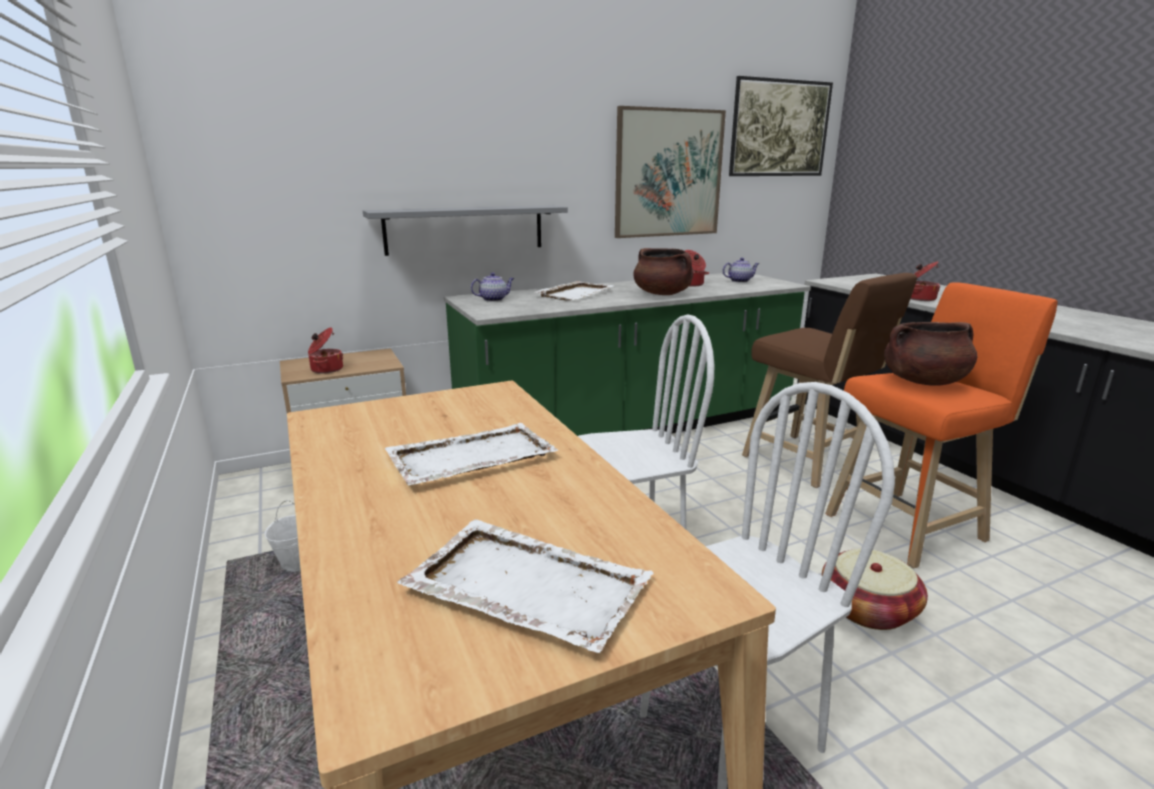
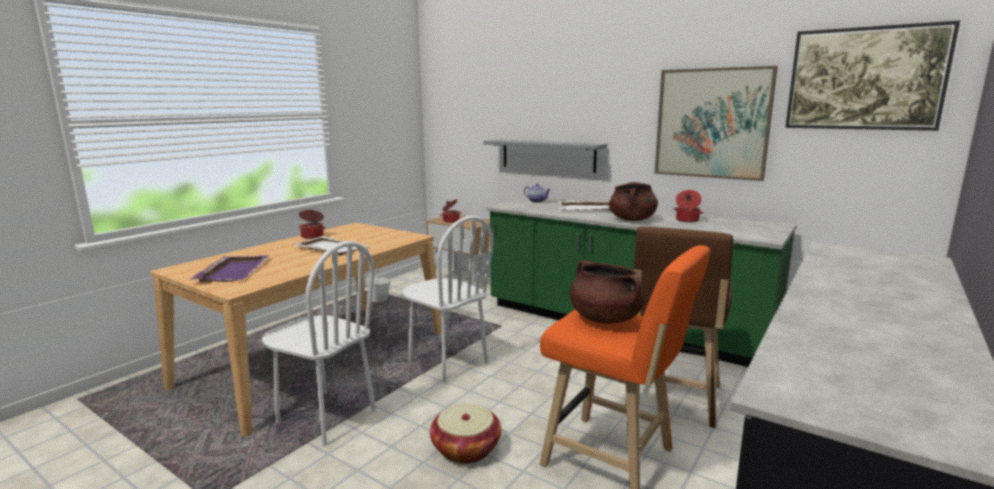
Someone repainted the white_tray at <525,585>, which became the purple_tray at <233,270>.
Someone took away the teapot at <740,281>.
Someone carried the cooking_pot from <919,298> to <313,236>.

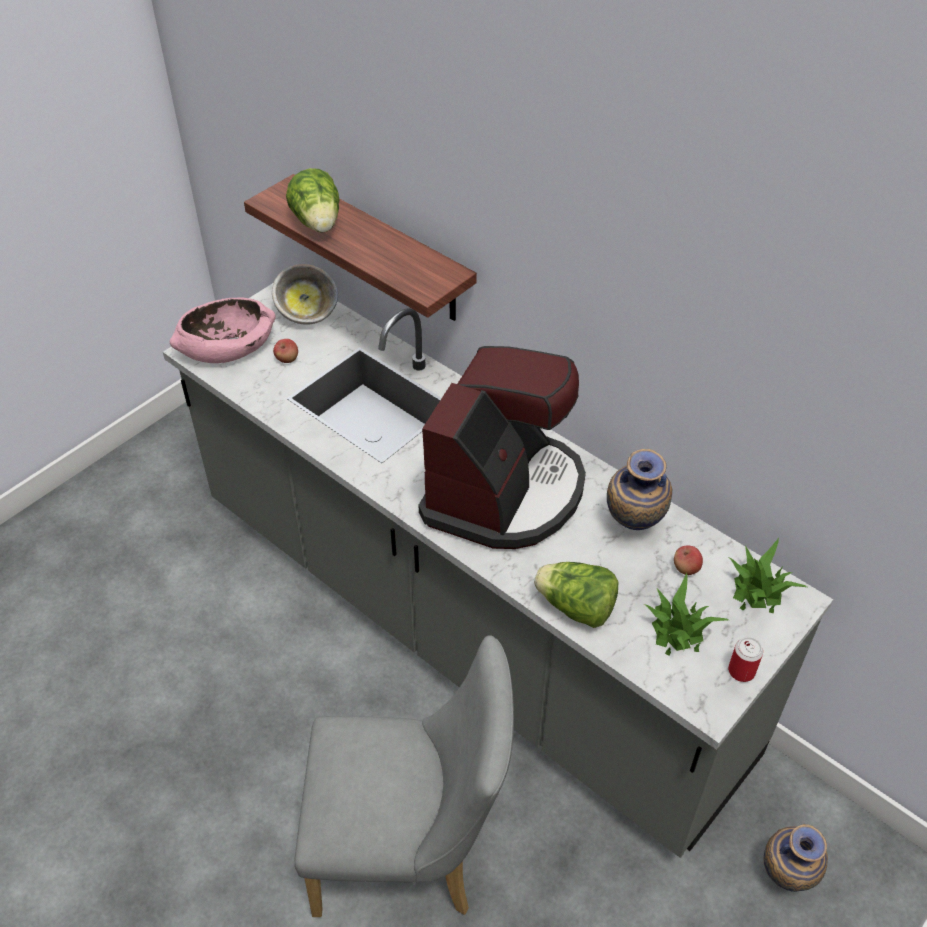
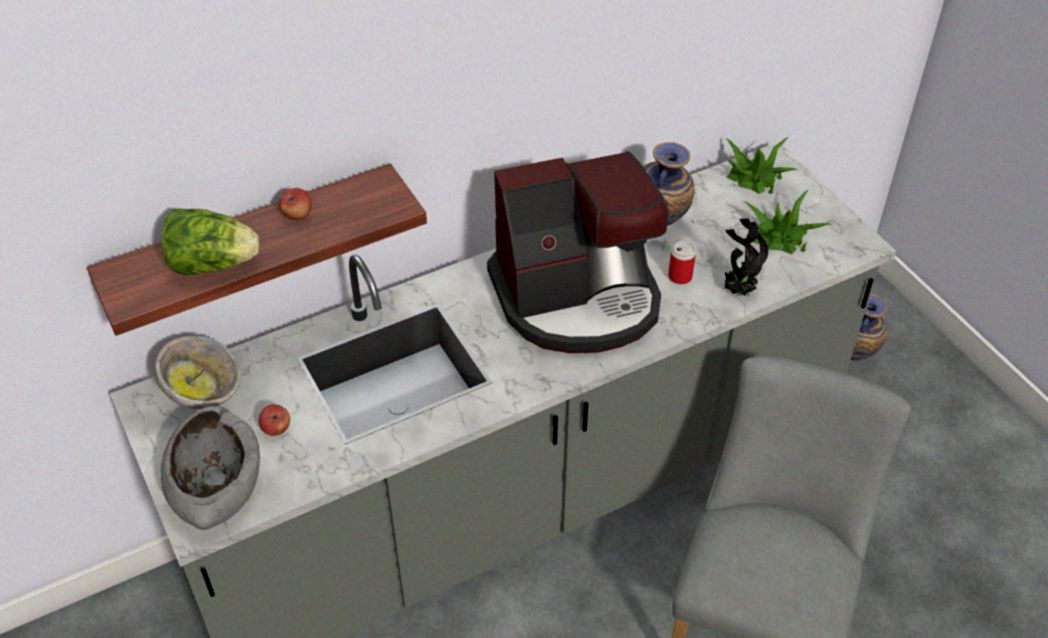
Someone repainted the pink_bowl at <227,347>, which became the grey_bowl at <216,485>.
Someone rotated the coffee_machine at <504,492> by 120 degrees clockwise.
Someone swapped the lettuce at <576,608> for the potted_plant at <737,291>.
Someone carried the apple from <686,568> to <297,215>.
Someone carried the can from <741,671> to <680,276>.

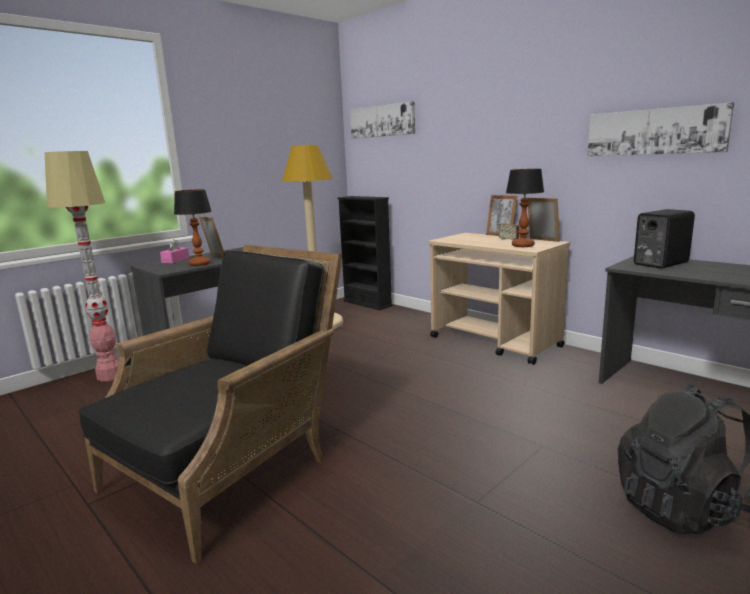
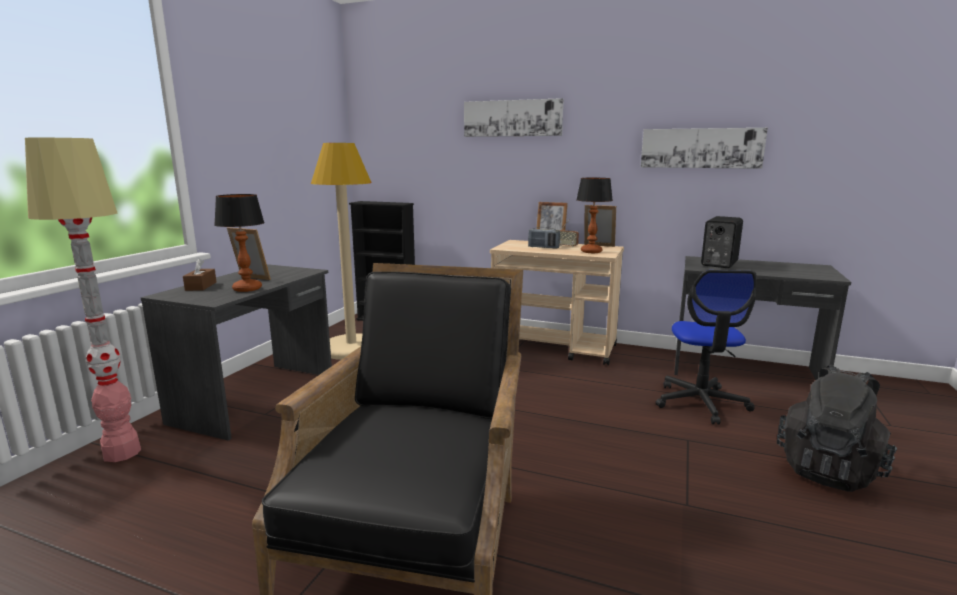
Someone repainted the pink_tissue_box at <175,260>, which became the brown_tissue_box at <201,286>.
Someone carried the picture from <382,121> to <512,118>.
Someone put down the radio at <543,247>.
Someone put down the office_chair at <701,403>.

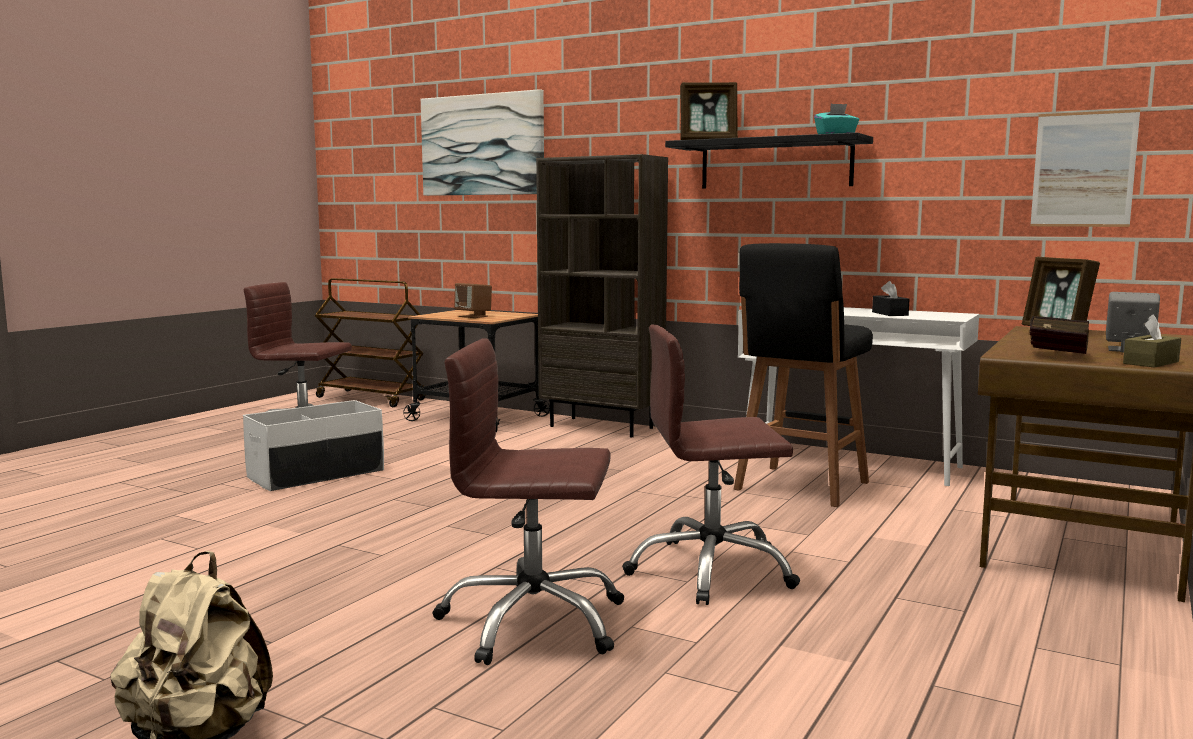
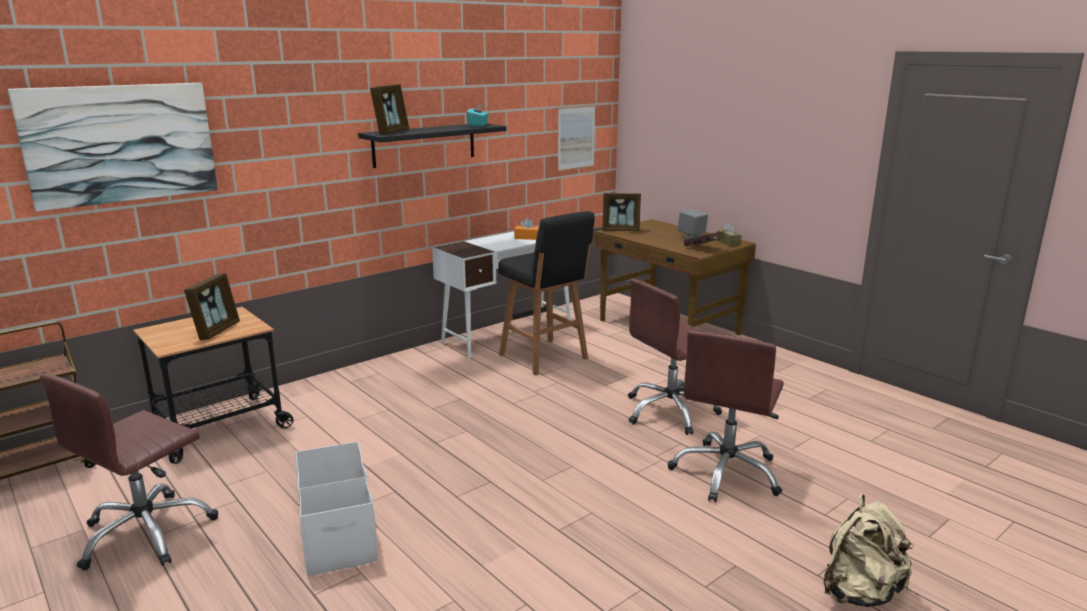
Someone swapped the brown_speaker at <474,316> for the picture_frame at <217,330>.
Someone took away the brown_bookcase at <602,427>.
Someone rotated the brown_office_chair at <711,571> by 45 degrees clockwise.
Someone repainted the black_tissue_box at <890,314>, which became the orange_tissue_box at <527,237>.

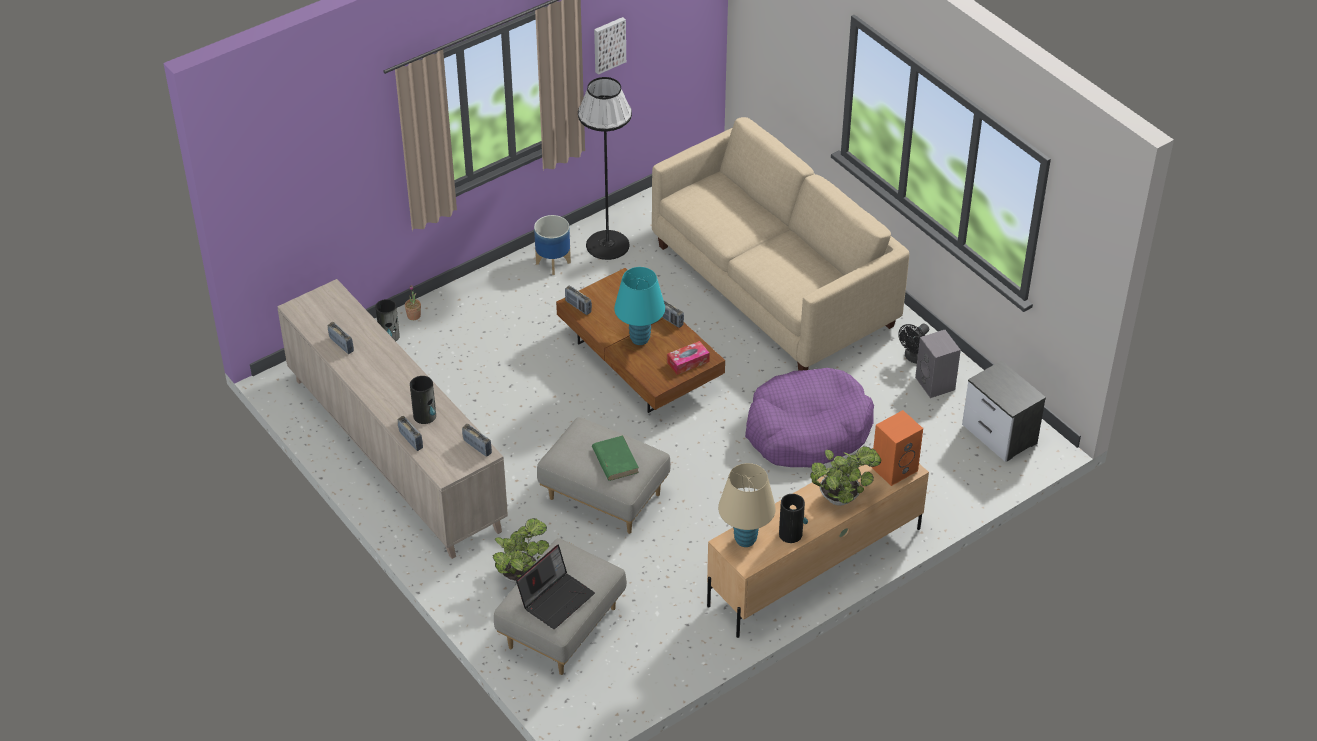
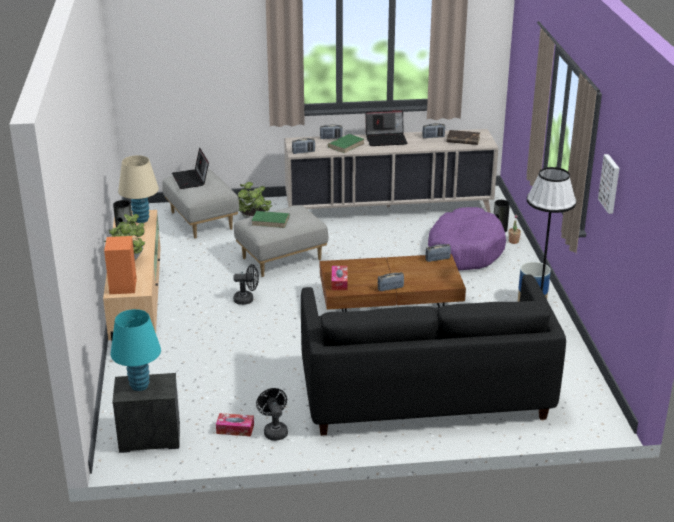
Someone swapped the vase at <425,416> for the green_book at <346,145>.
Someone carried the turquoise_table_lamp from <639,339> to <139,386>.
Someone repainted the beige_sofa at <774,285>, which became the black_sofa at <424,393>.
Someone carried the purple_dog_bed from <807,430> to <464,250>.
Someone swapped the grey_speaker at <936,384> for the tissue_box at <235,429>.
Someone put down the black_fan at <247,299>.
Someone put down the laptop at <386,139>.
Someone put down the brown_book at <462,139>.

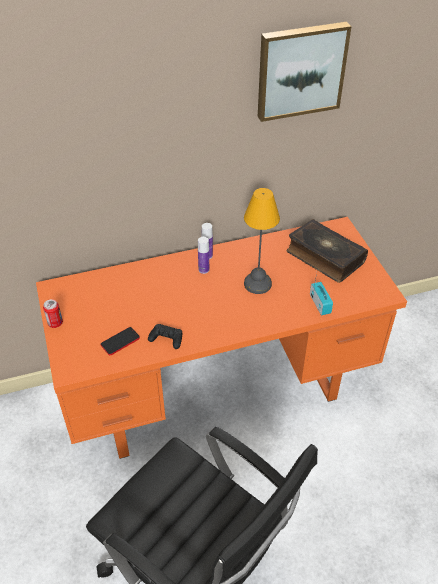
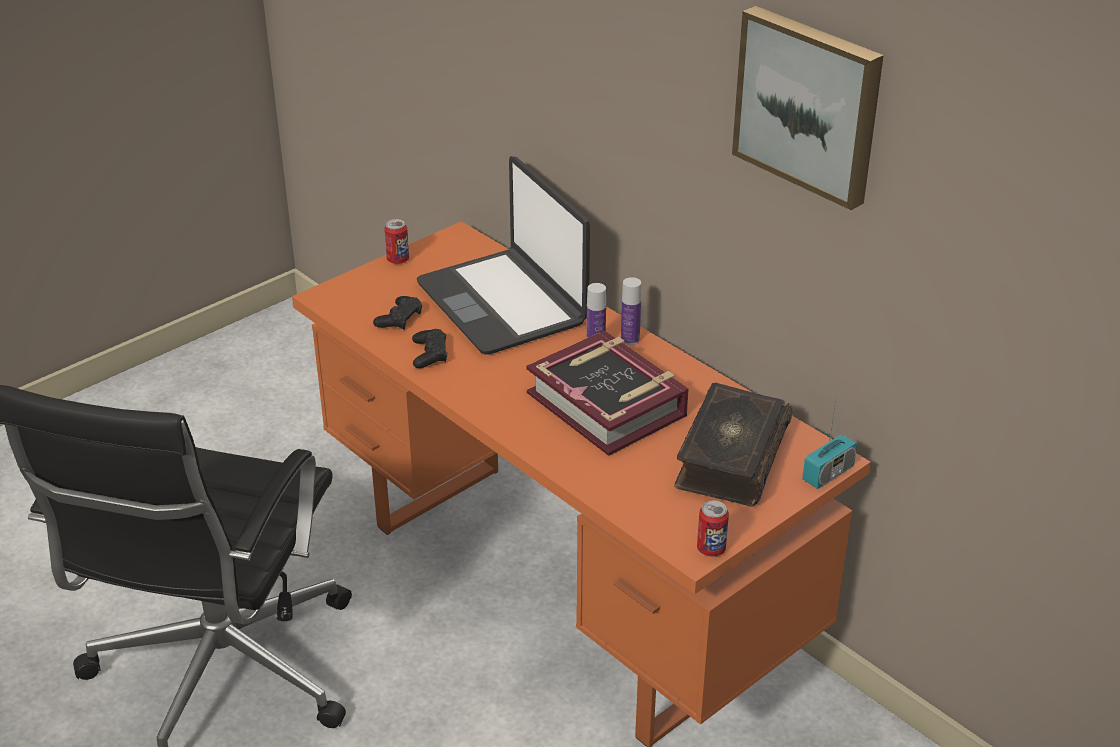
Someone swapped the phone at <120,341> for the black_game_controller at <399,318>.
Someone swapped the table_lamp at <258,283> for the book at <607,404>.
Someone carried the radio from <320,304> to <828,473>.
Someone put down the laptop at <503,303>.
Someone put down the can at <711,549>.

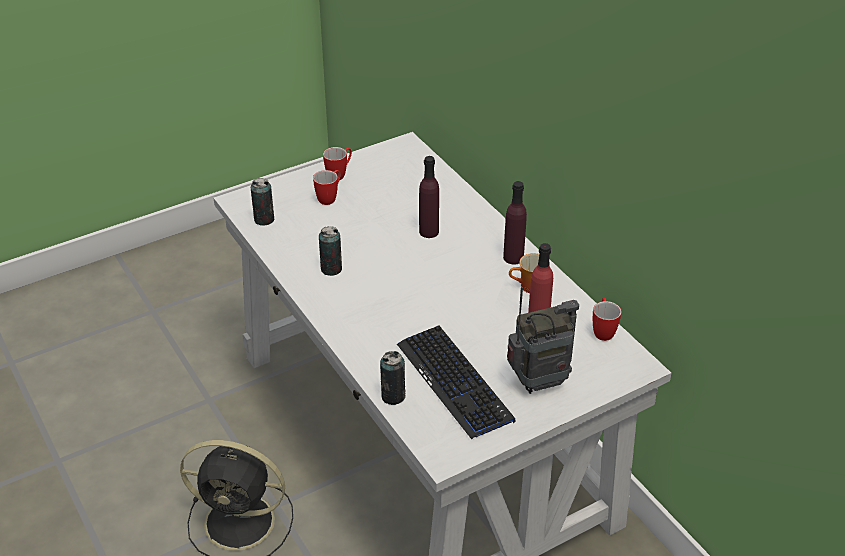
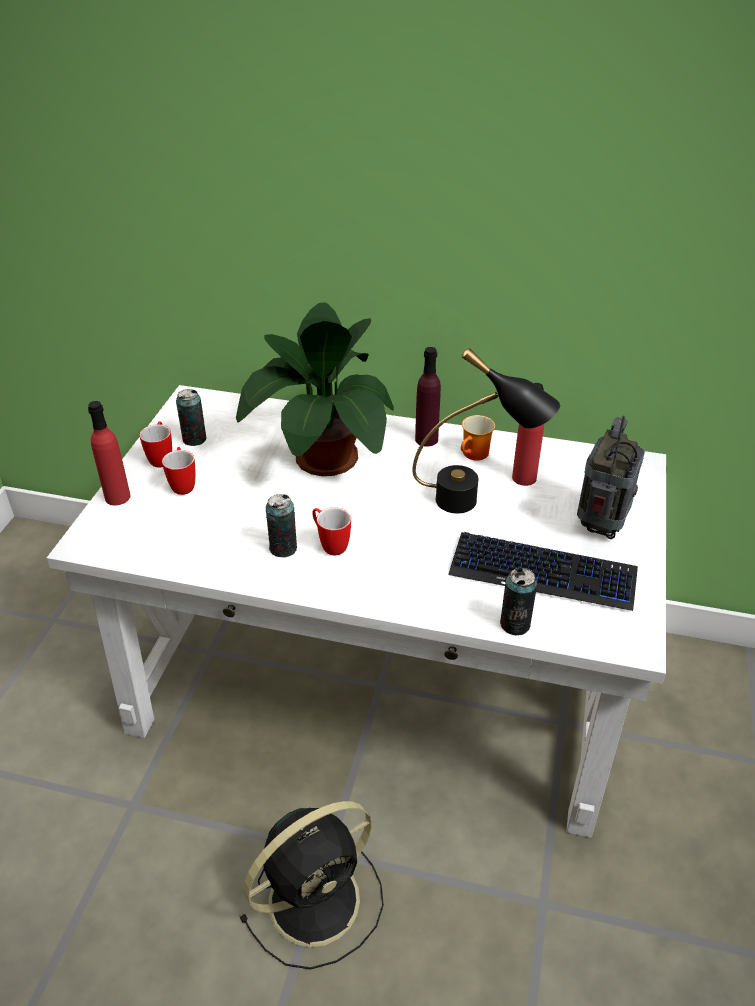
Someone carried the can from <264,219> to <194,439>.
Someone swapped the purple_bottle at <429,232> for the potted_plant at <324,460>.
Someone carried the mug from <603,330> to <330,544>.
Someone put down the red_bottle at <117,497>.
Someone put down the black_table_lamp at <476,503>.

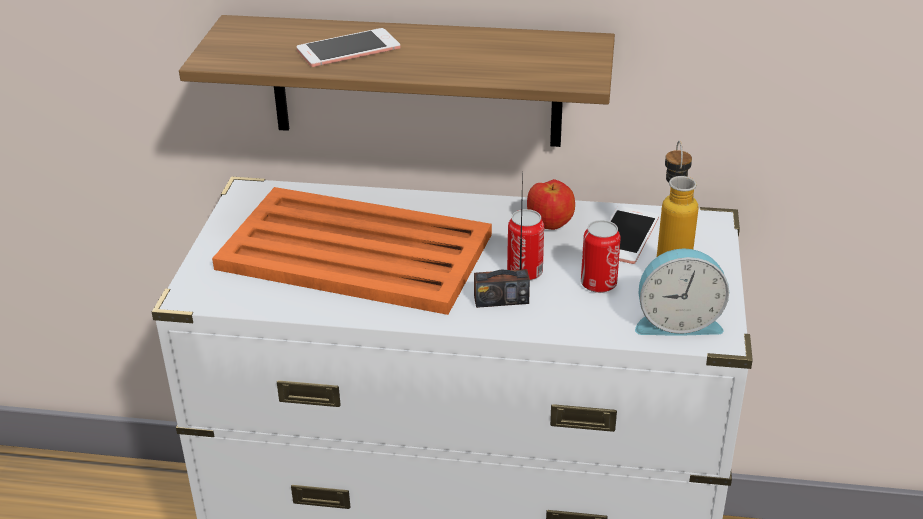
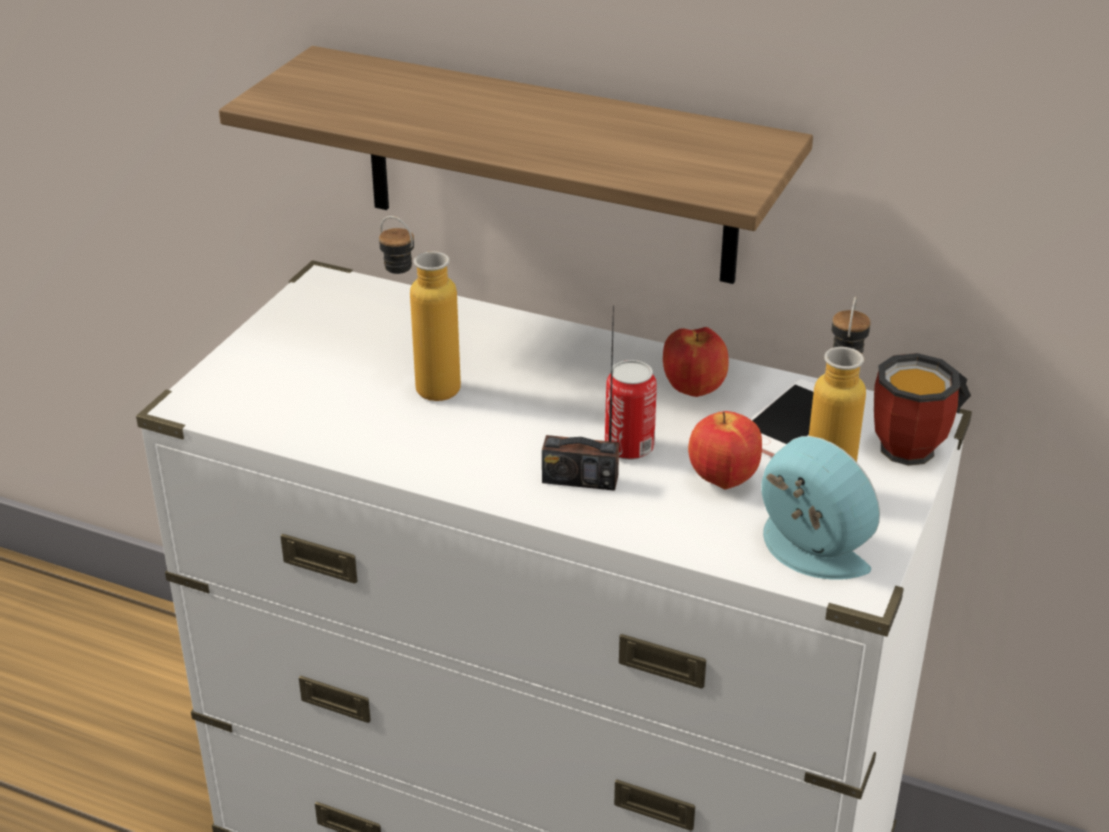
Someone swapped the orange_tray at <357,253> for the bottle at <423,384>.
Someone took away the phone at <348,49>.
Someone swapped the can at <598,284> for the apple at <722,481>.
Someone rotated the alarm_clock at <677,322> by 150 degrees counterclockwise.
Someone put down the mug at <919,448>.

